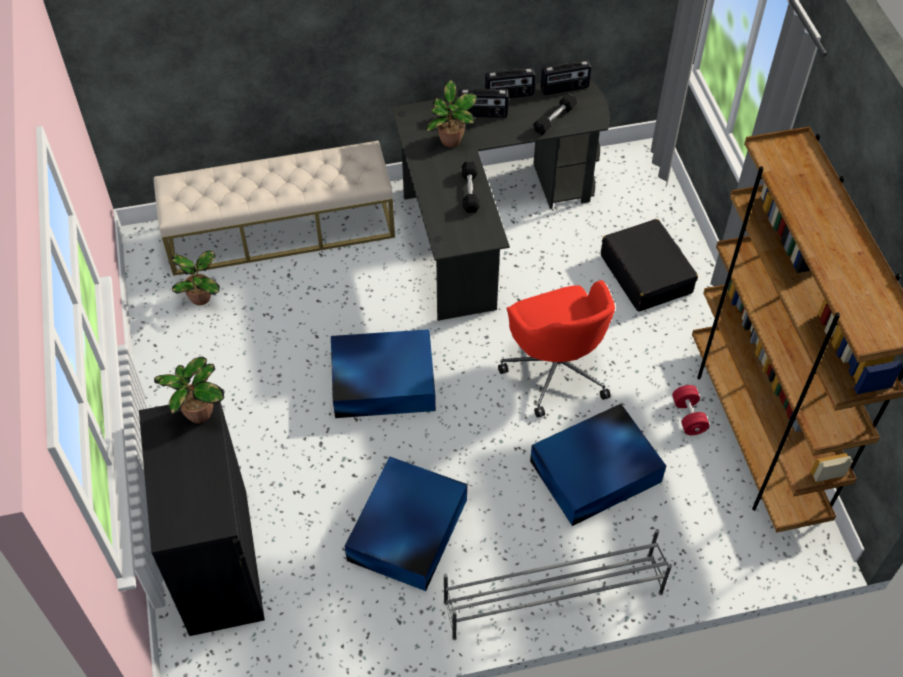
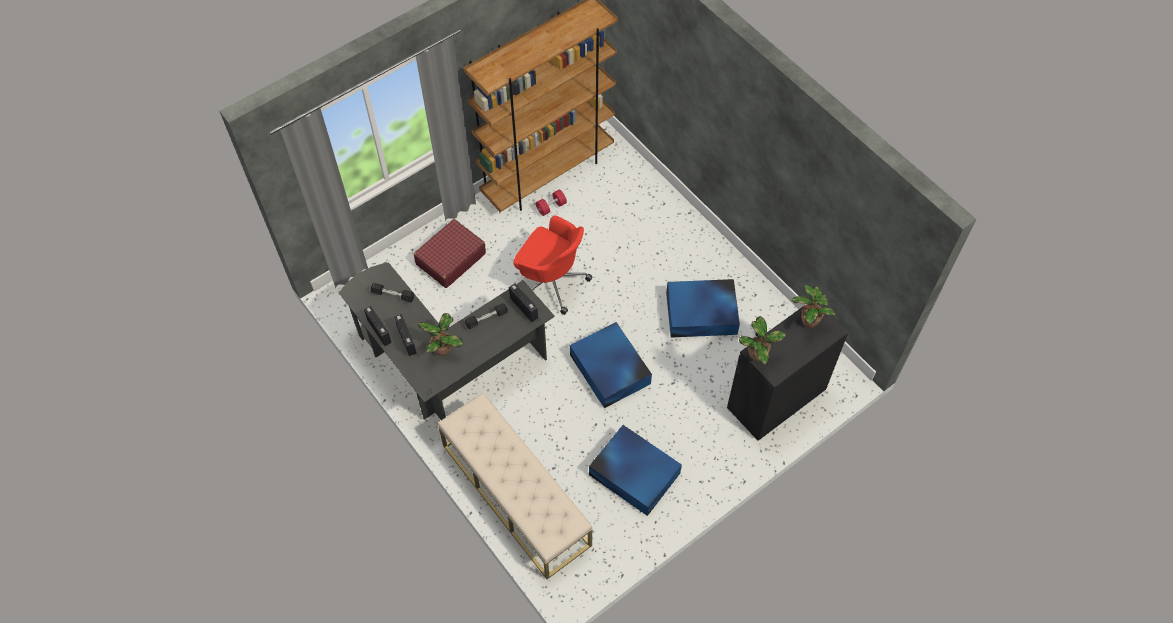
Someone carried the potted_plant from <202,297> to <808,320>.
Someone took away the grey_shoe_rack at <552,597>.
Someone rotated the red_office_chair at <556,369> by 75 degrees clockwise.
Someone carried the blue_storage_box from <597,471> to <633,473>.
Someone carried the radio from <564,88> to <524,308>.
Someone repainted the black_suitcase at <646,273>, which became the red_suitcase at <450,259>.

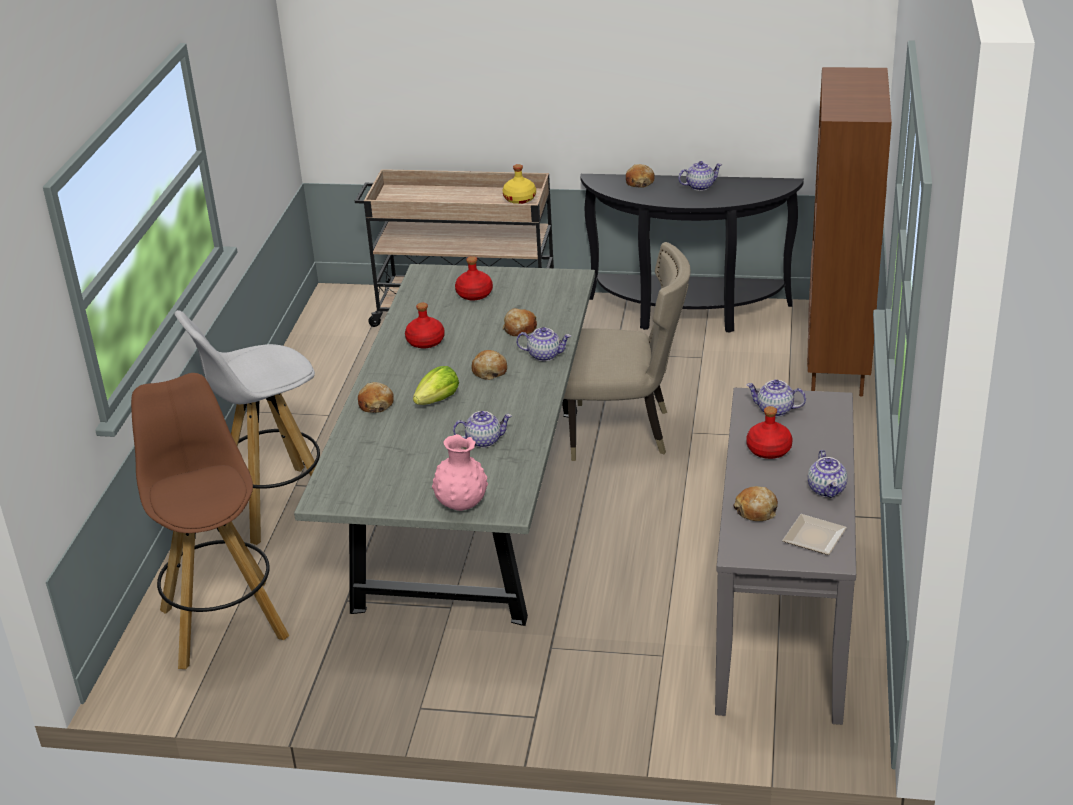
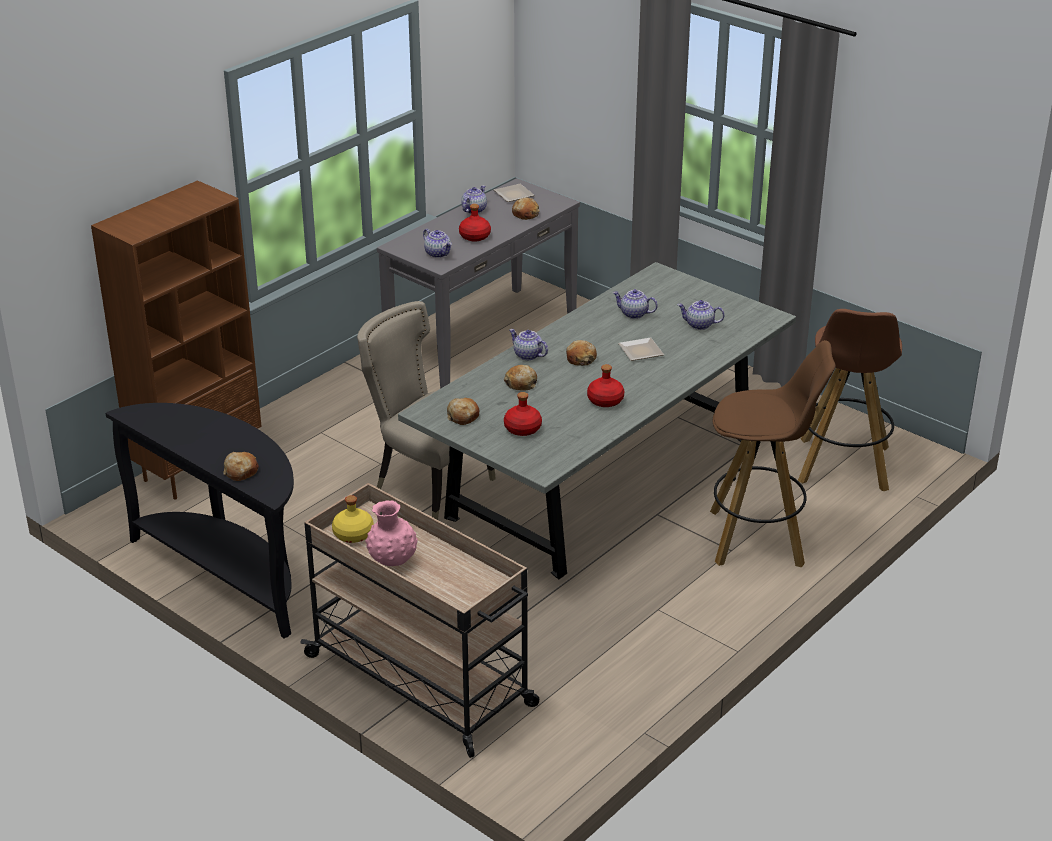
Someone repainted the white_stool at <275,506>, which became the brown_stool at <758,538>.
Someone carried the bread from <376,404> to <463,416>.
Someone swapped the lettuce at <438,400> for the plate at <639,351>.
Someone carried the pink_vase from <461,504> to <392,561>.
Someone carried the teapot from <700,186> to <699,325>.

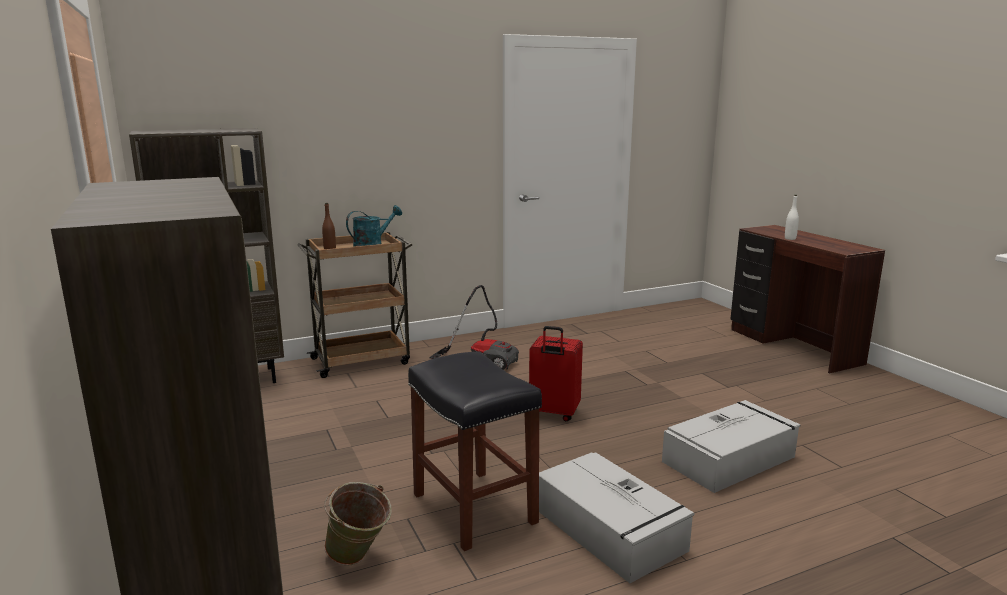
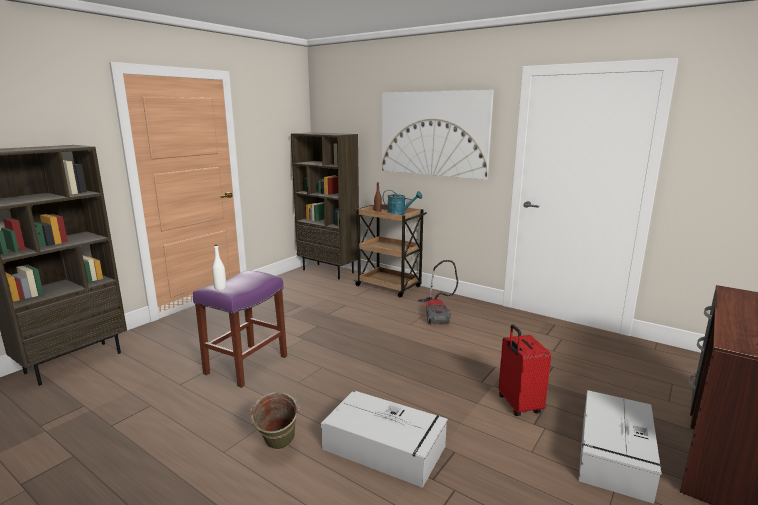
Someone carried the green_bucket from <359,559> to <277,448>.
Someone repainted the black_stool at <472,508>, which became the purple_stool at <247,364>.
Someone carried the red_suitcase from <553,413> to <518,405>.
Someone carried the grey_storage_box from <609,530> to <614,454>.
Someone carried the white_bottle from <790,238> to <220,288>.
Someone put up the picture at <433,134>.

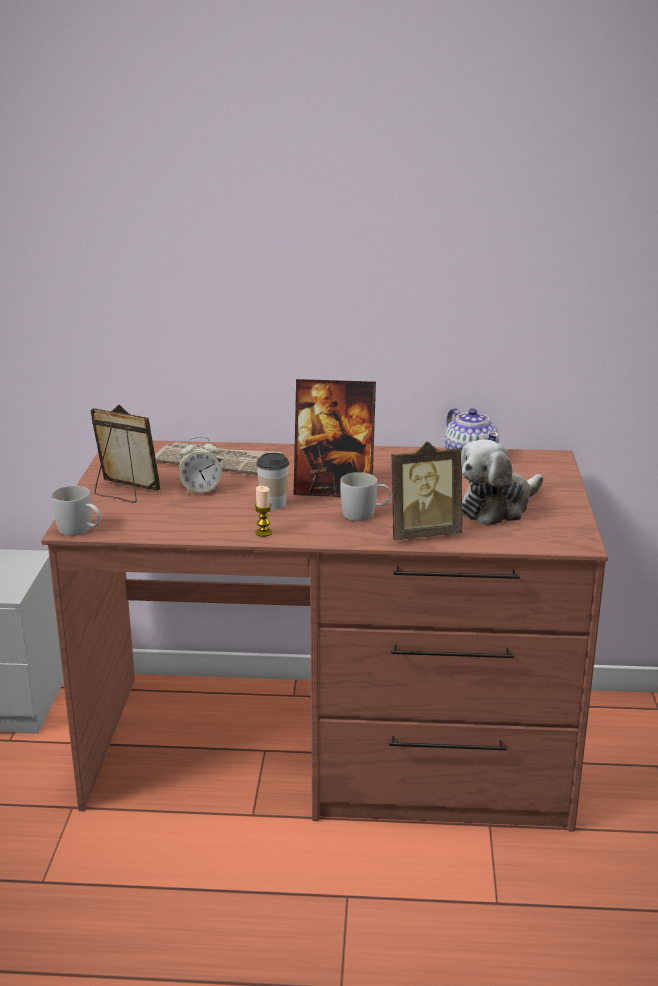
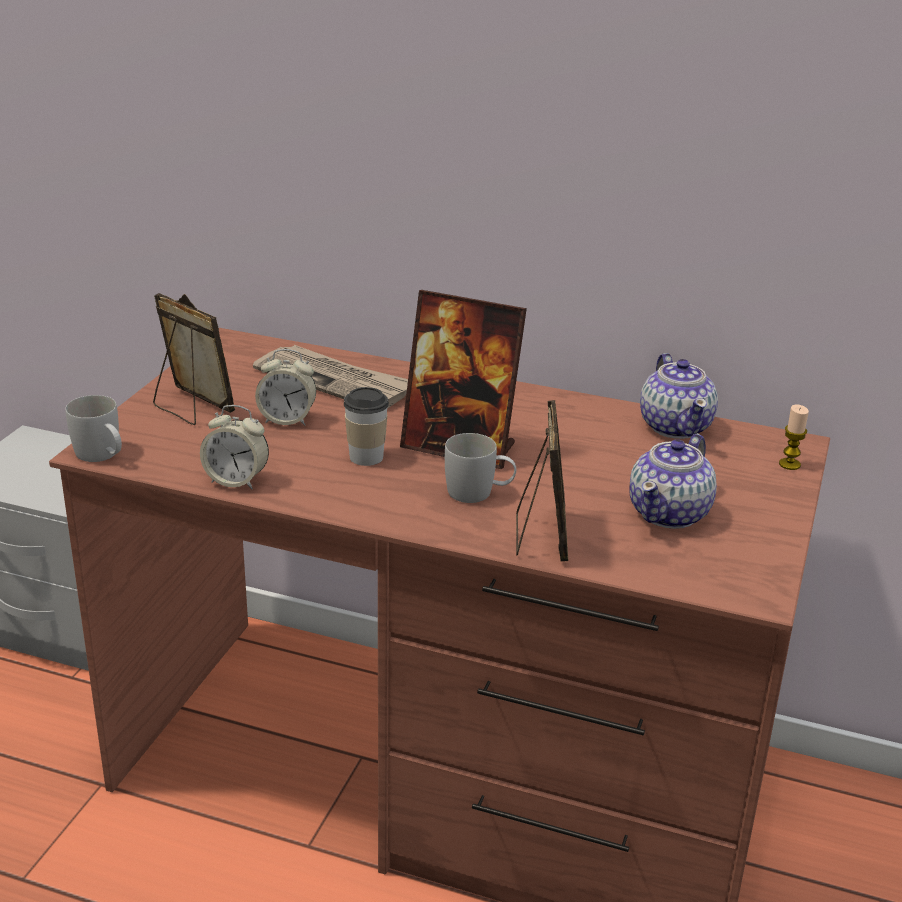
Someone carried the candle from <263,533> to <789,464>.
Someone rotated the picture_frame at <423,533> by 90 degrees counterclockwise.
Someone swapped the plush_toy at <497,507> for the teapot at <670,513>.
Someone put down the alarm_clock at <236,480>.

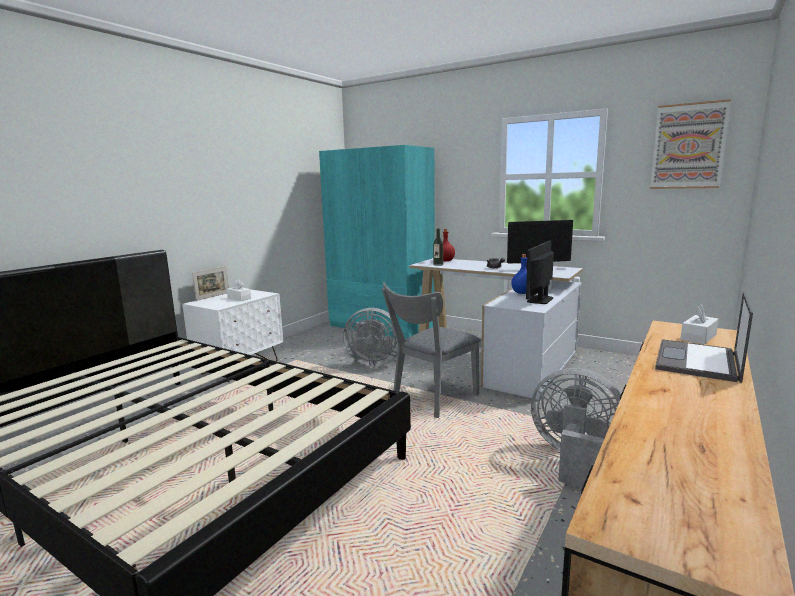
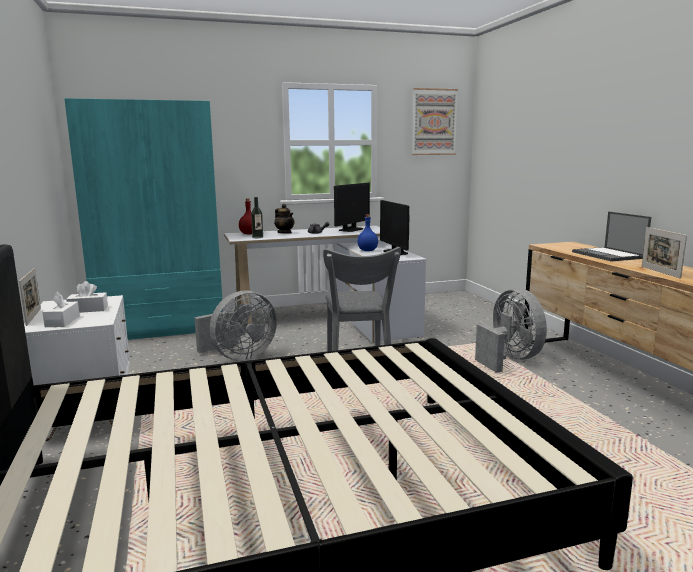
Someone rotated the grey_fan at <576,460> by 90 degrees clockwise.
Someone carried the white_tissue_box from <698,337> to <62,321>.
Someone put down the teapot at <284,233>.
Someone put down the picture_frame at <660,272>.

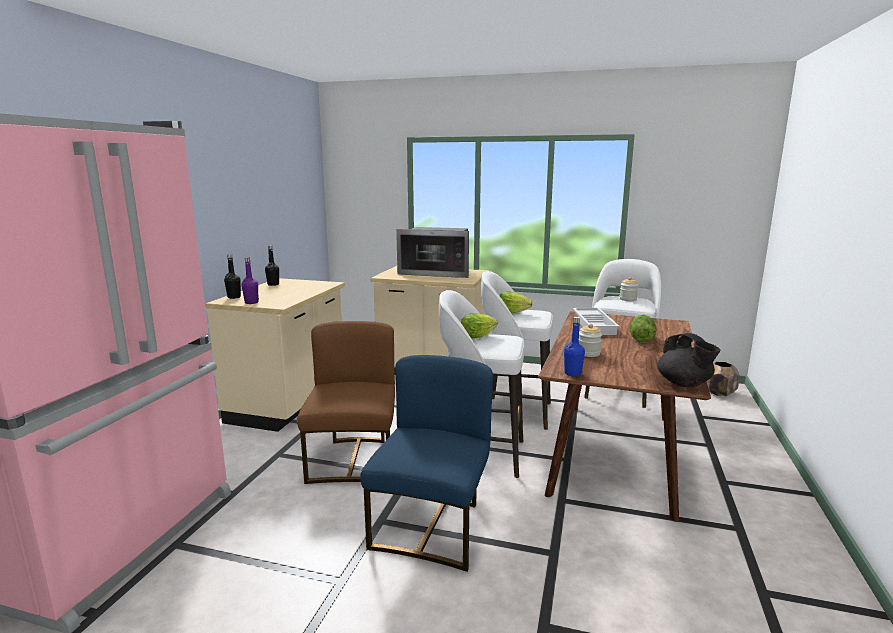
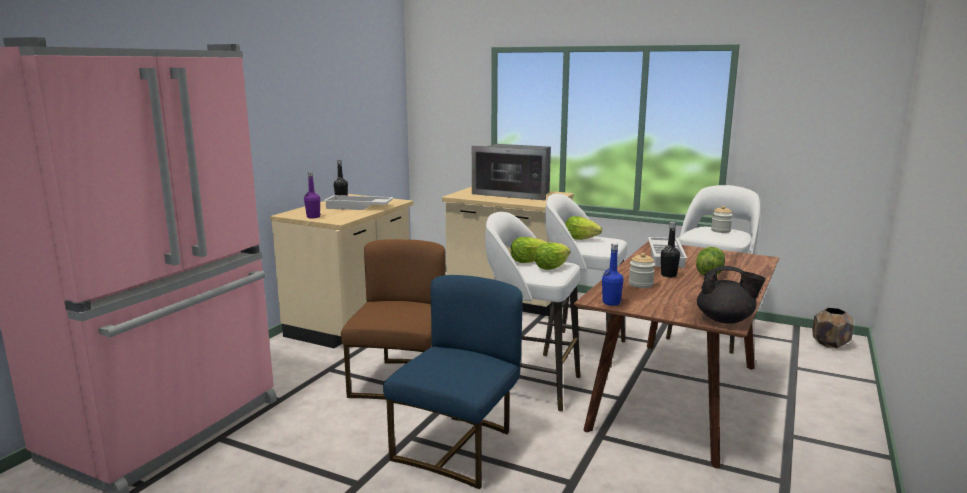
Someone carried the black_bottle from <234,297> to <668,275>.
Someone rotated the black_teapot at <684,384> by 60 degrees counterclockwise.
Someone put down the white_tray at <358,207>.
Someone put down the lettuce at <551,267>.

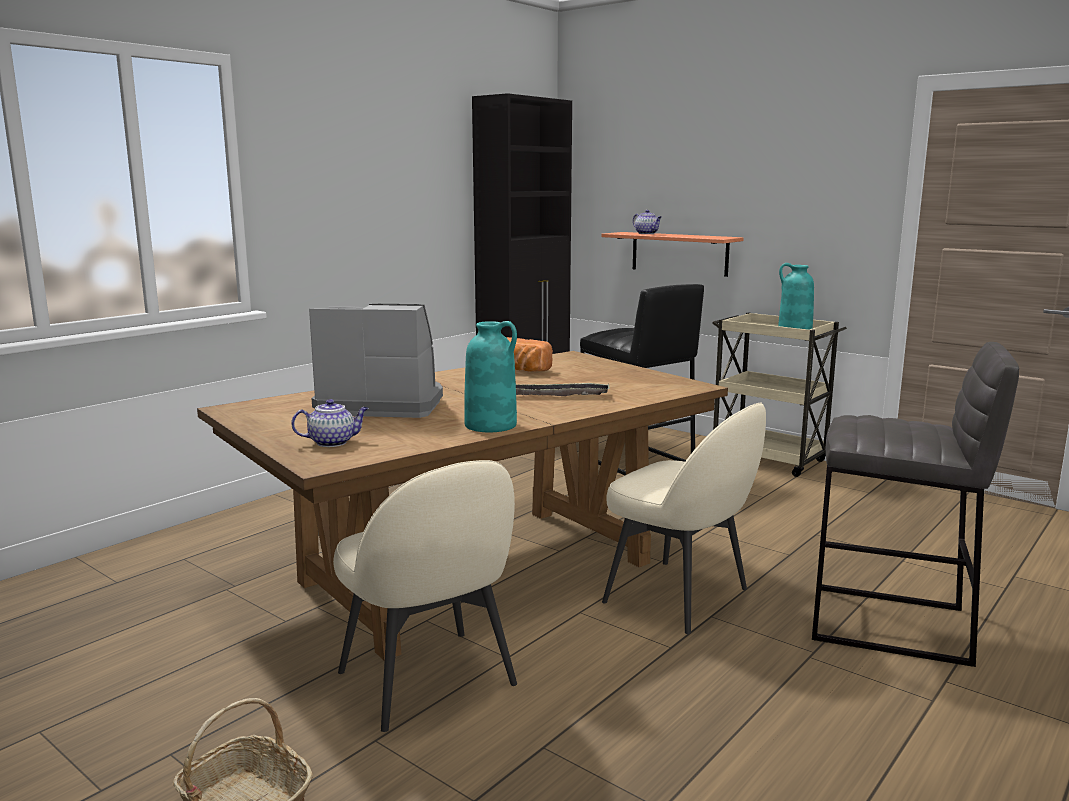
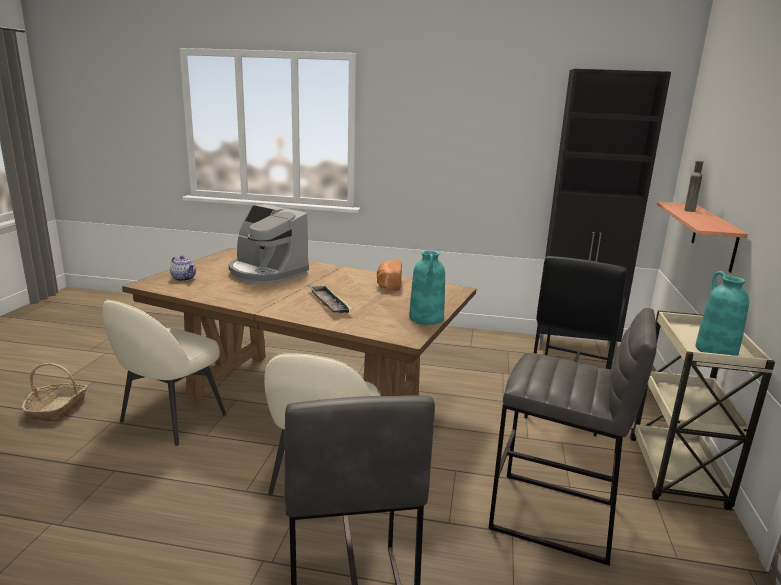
Someone rotated the coffee_machine at <381,404> by 150 degrees clockwise.
Someone carried the turquoise_vase from <491,425> to <426,318>.
Someone swapped the teapot at <647,233> for the brown_bottle at <689,210>.
Someone put down the grey_stool at <554,517>.

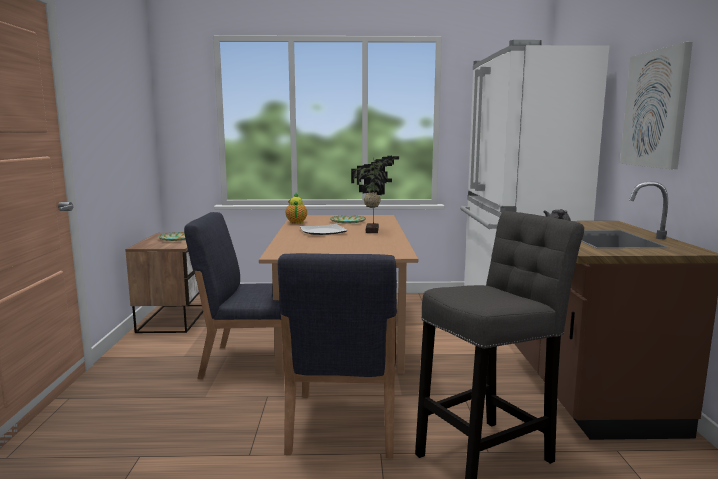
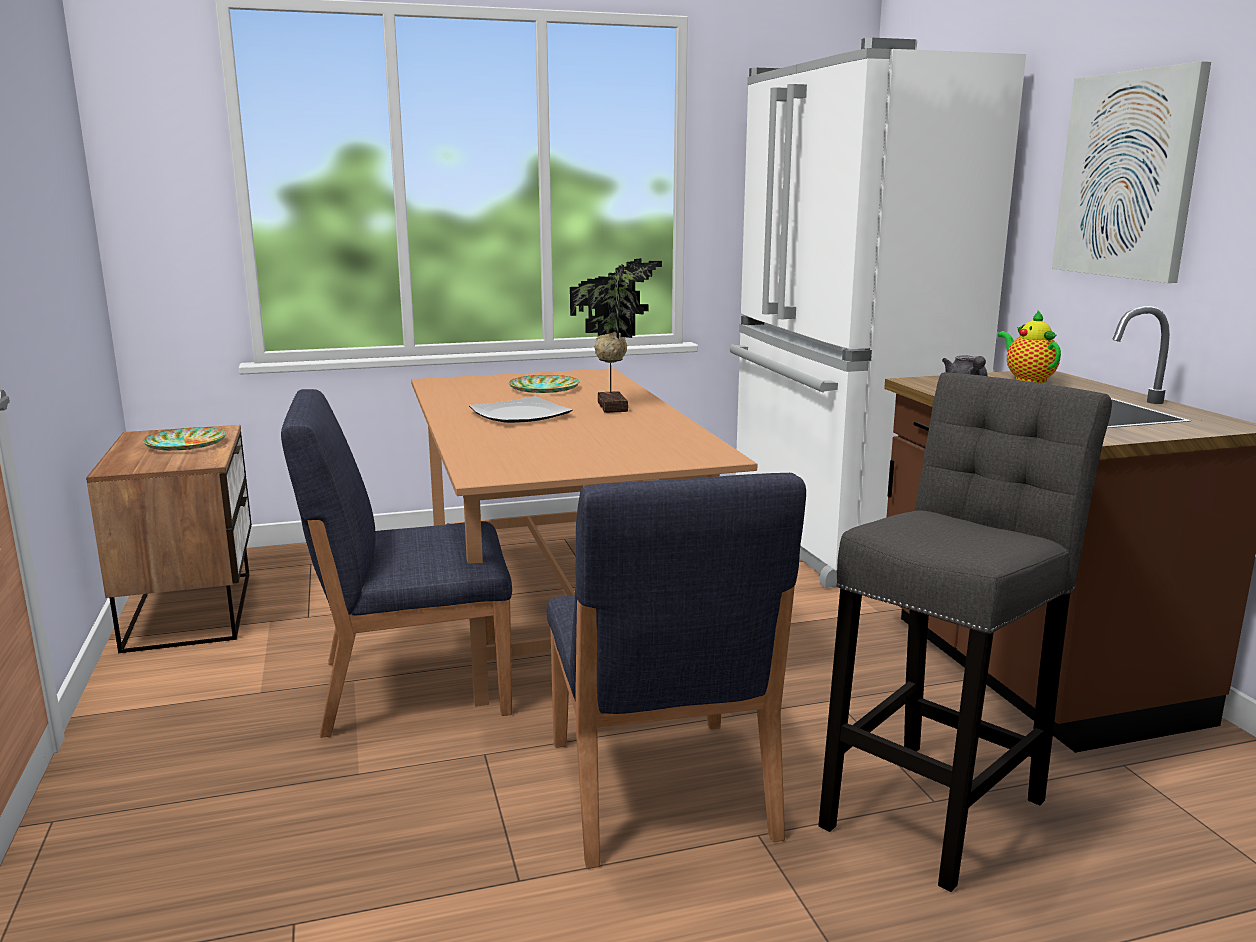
Someone carried the teapot from <296,222> to <1027,379>.

